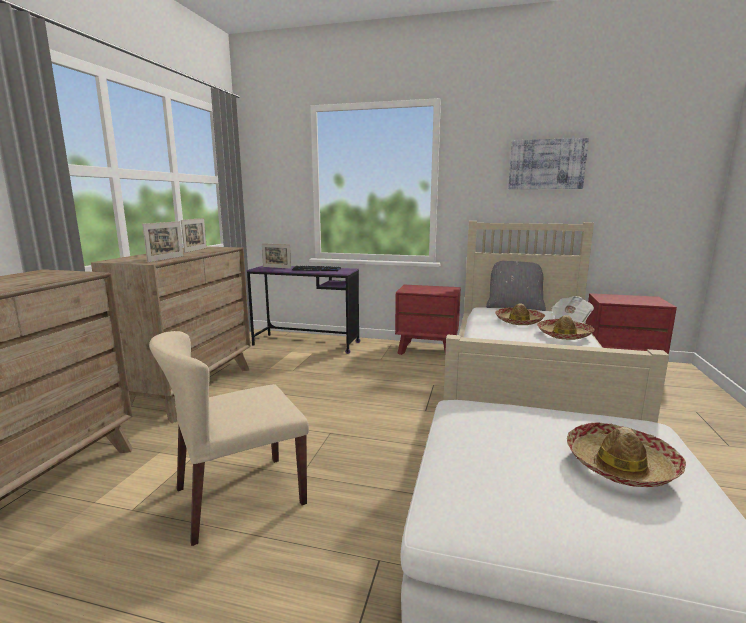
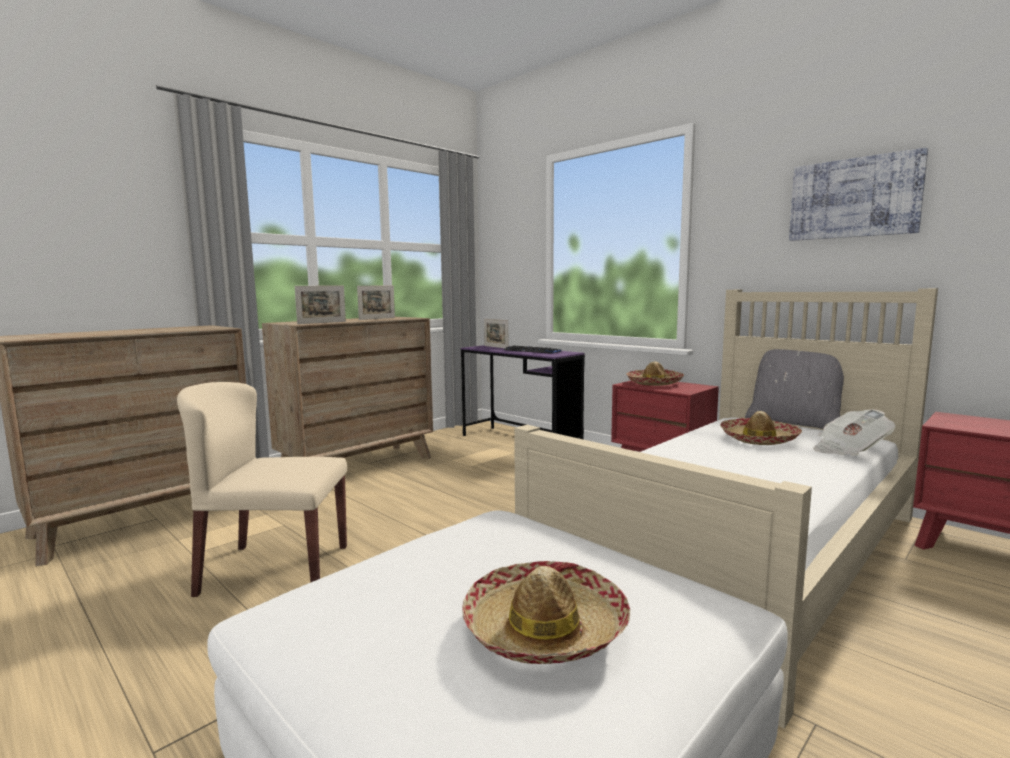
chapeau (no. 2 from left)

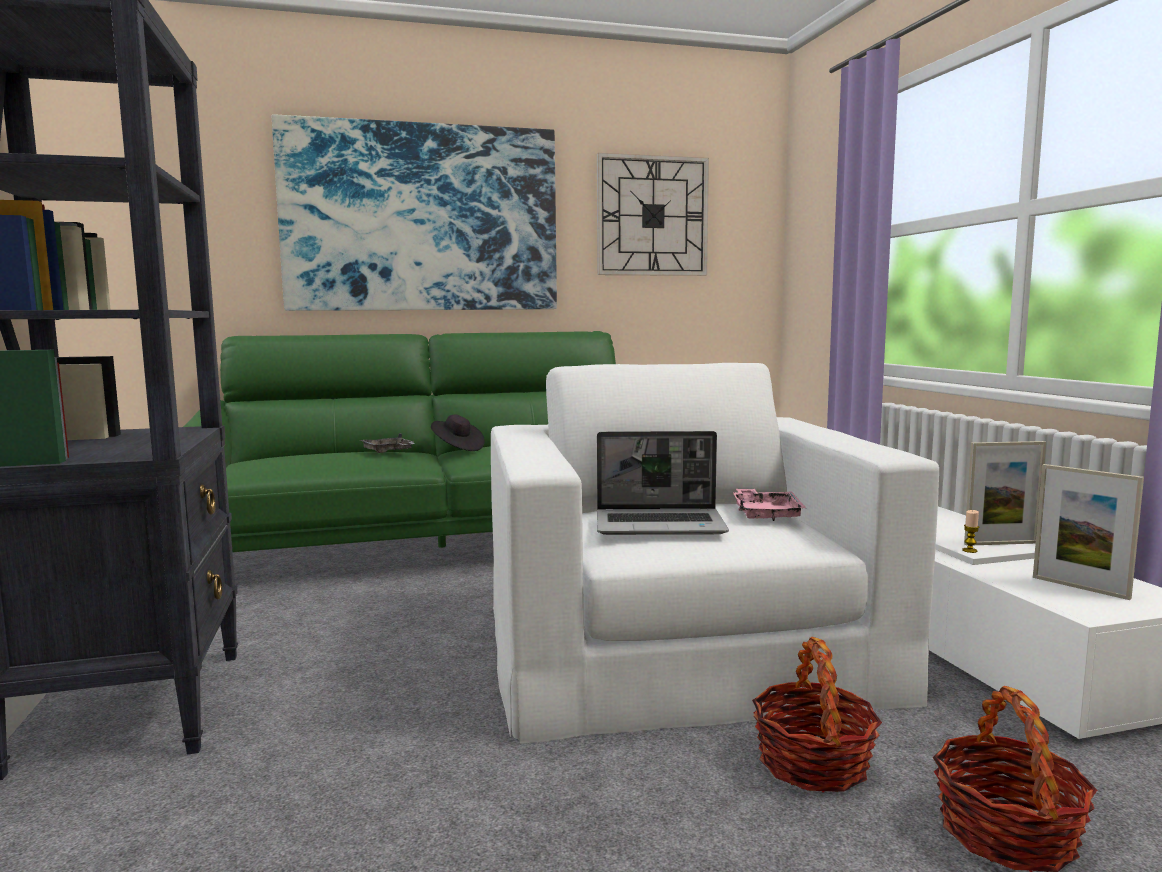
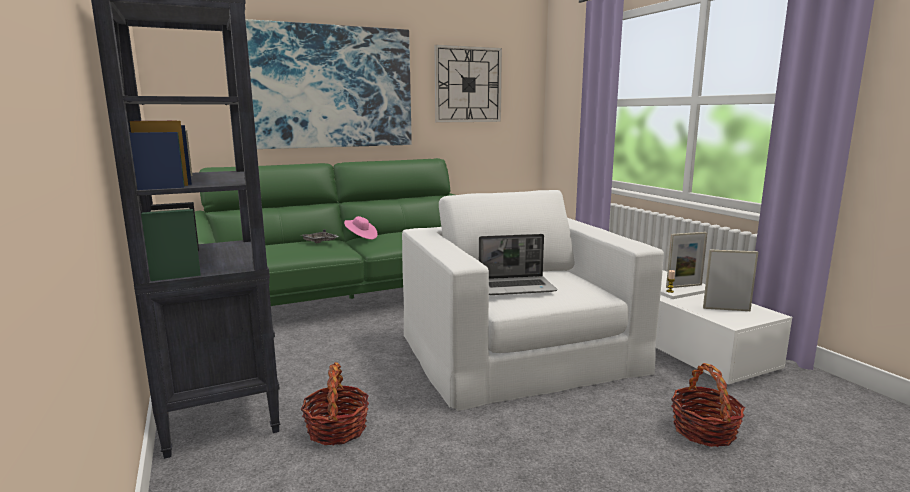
chapeau [rose]; cadre photo (no. 2 from left); plateau [rose]; panier (no. 1 from left)

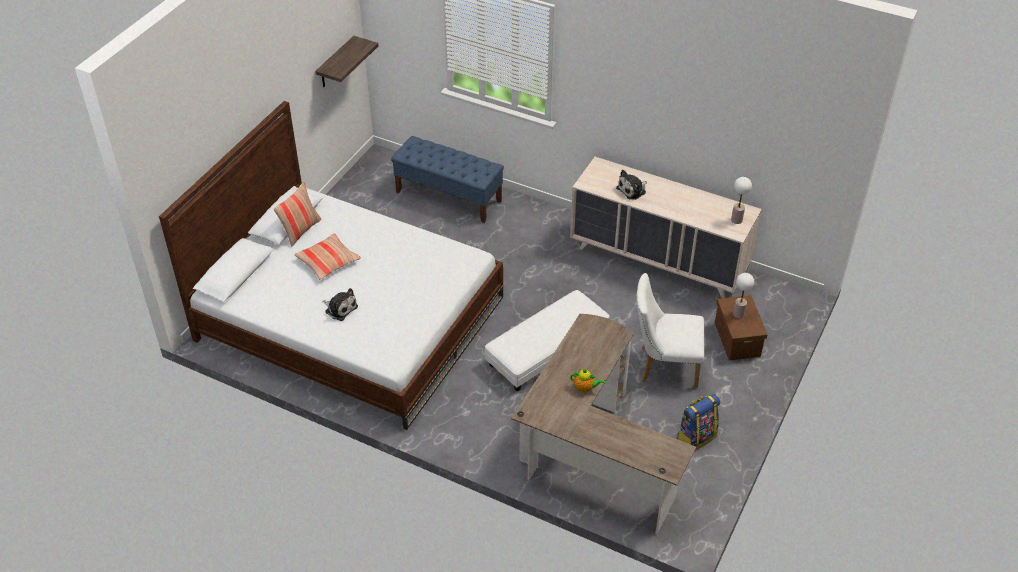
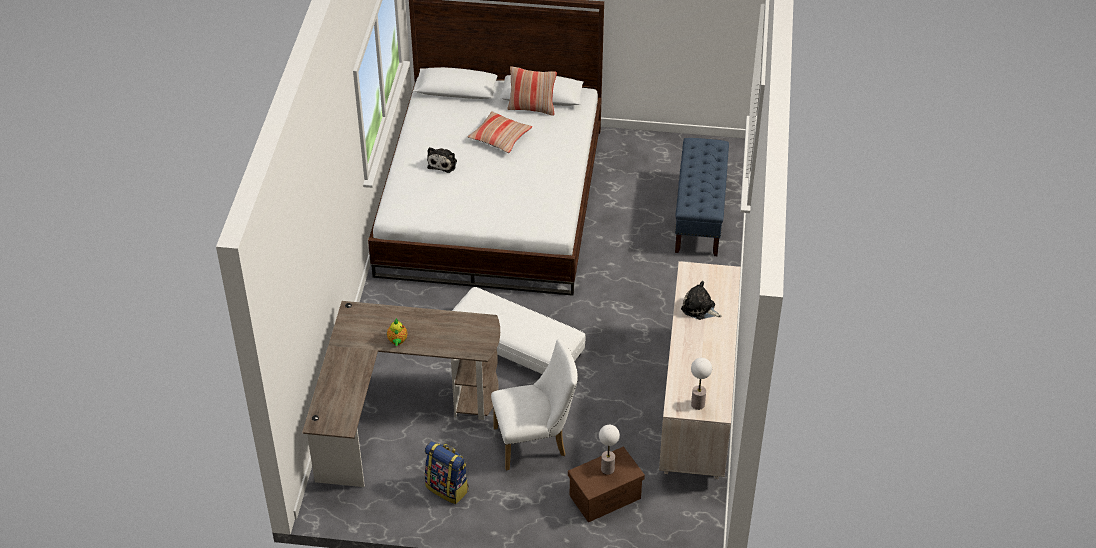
étagère; chaise [blanc]

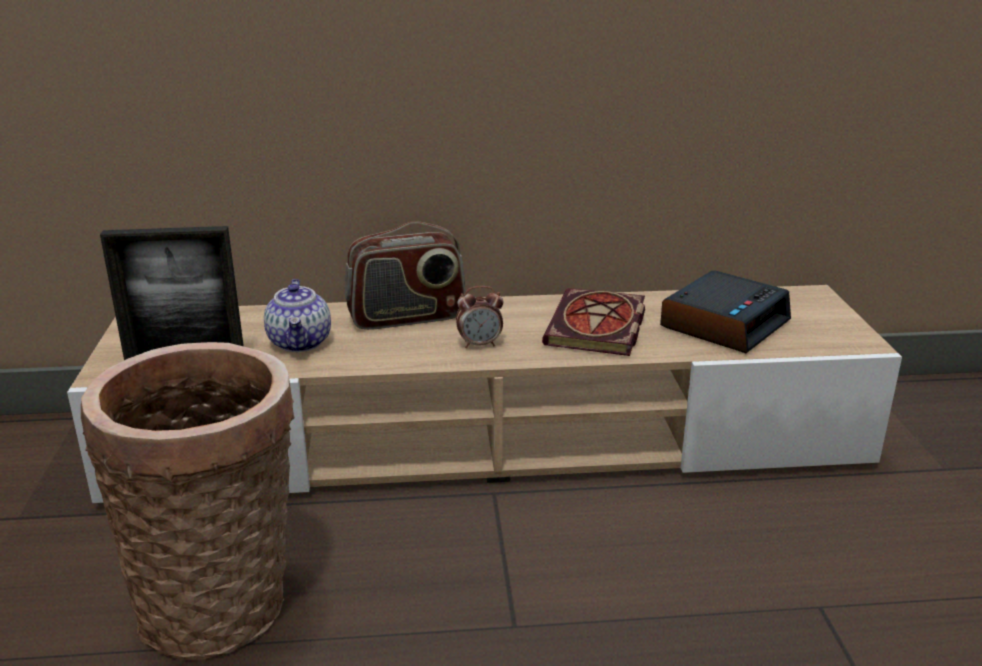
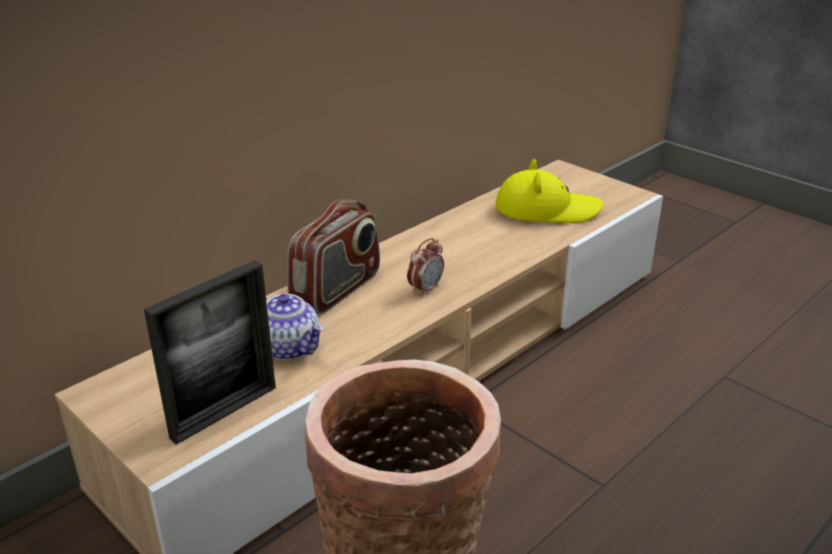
chapeau [jaune]; livre

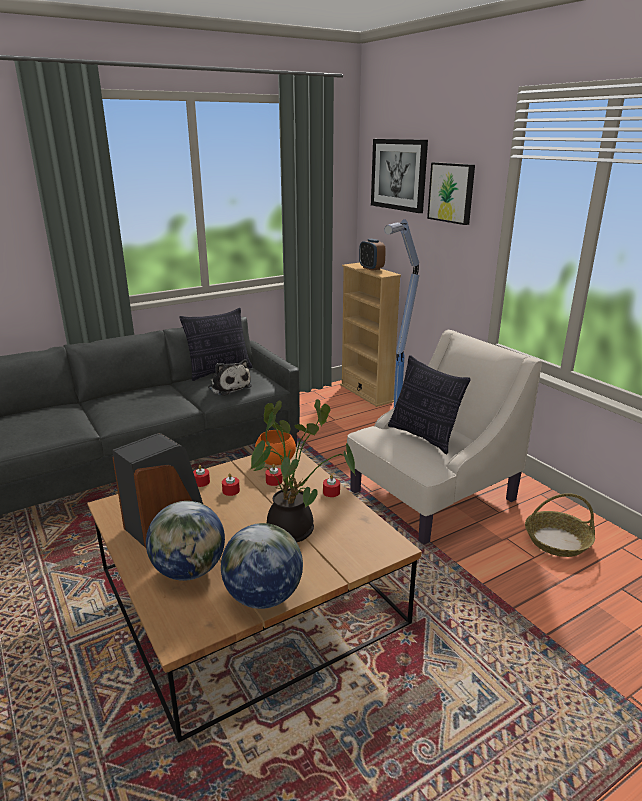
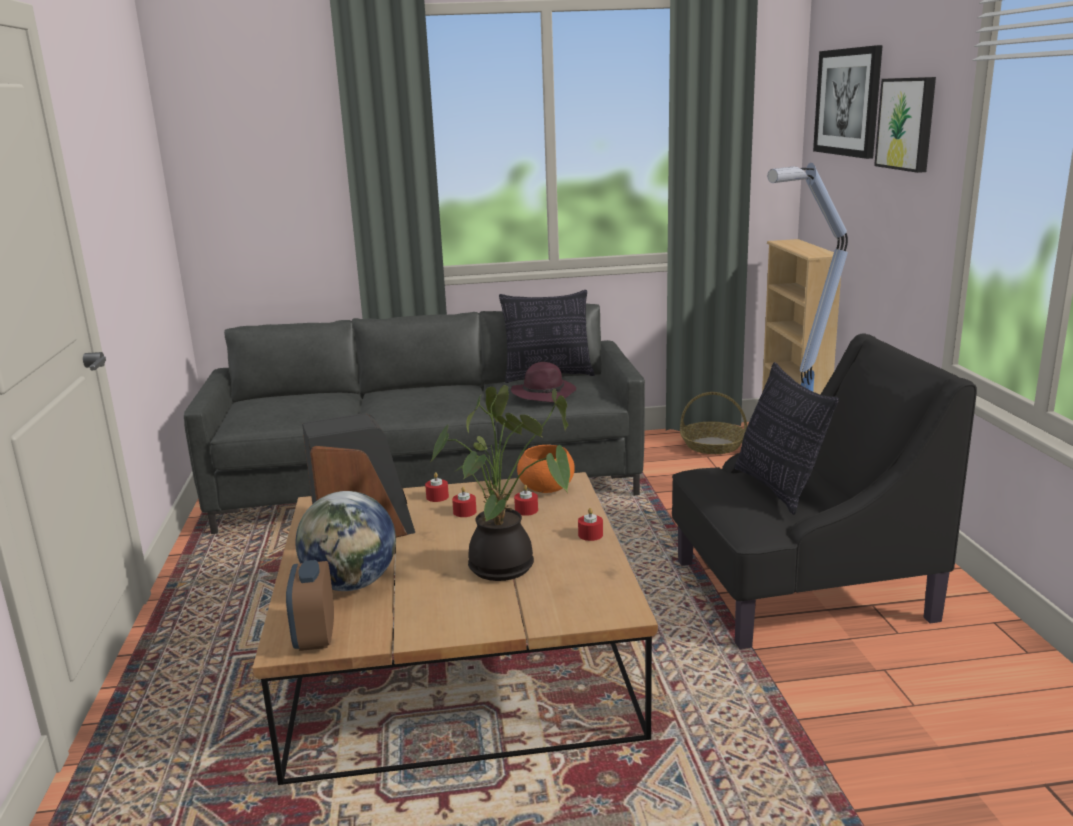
réveil; fauteuil [noir]; chapeau [violet]; panier; globe (no. 2 from left in the first image)

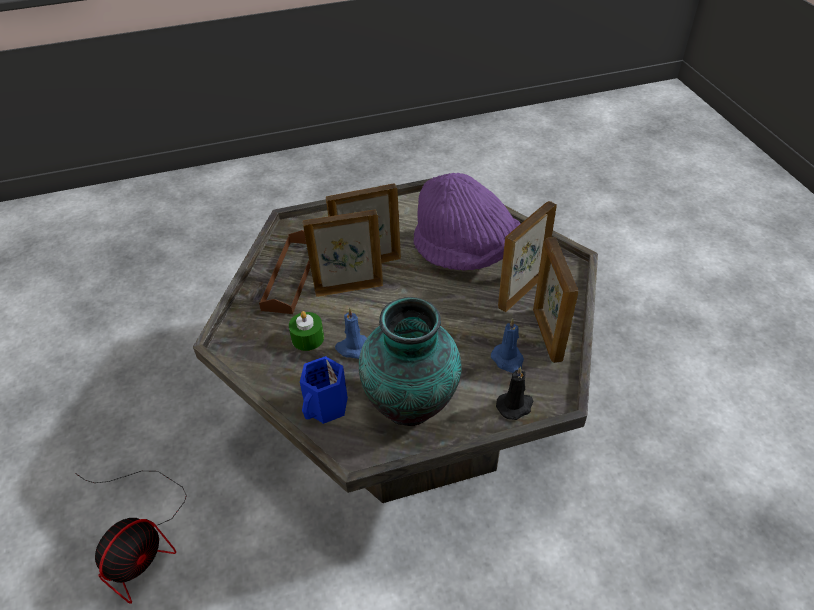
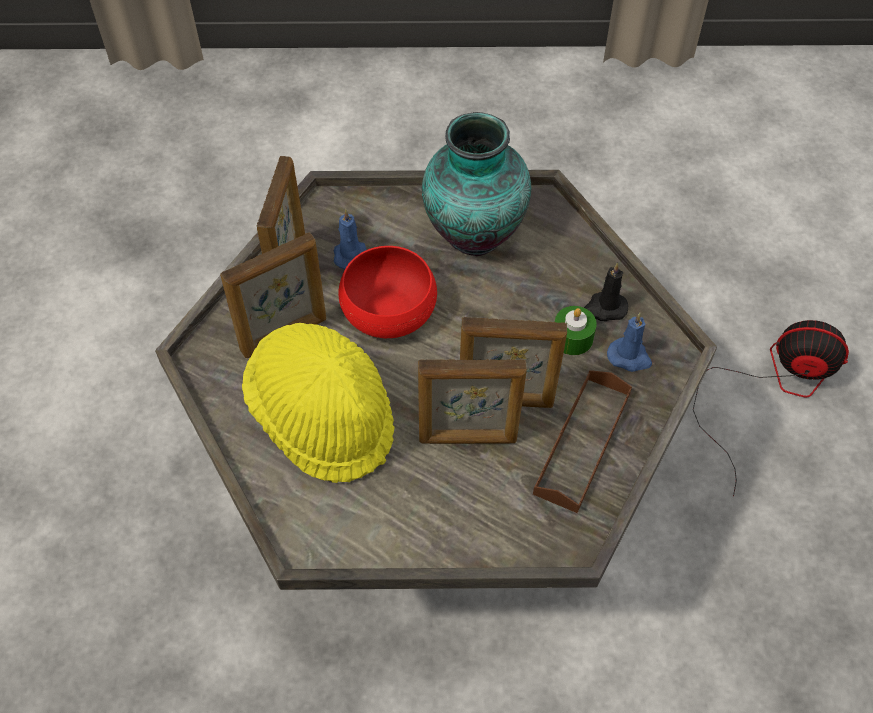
chapeau [jaune]; bougie [bleu] (no. 2 from left); mug [bleu]; bougie [noir]; ventilateur; bol [rouge]

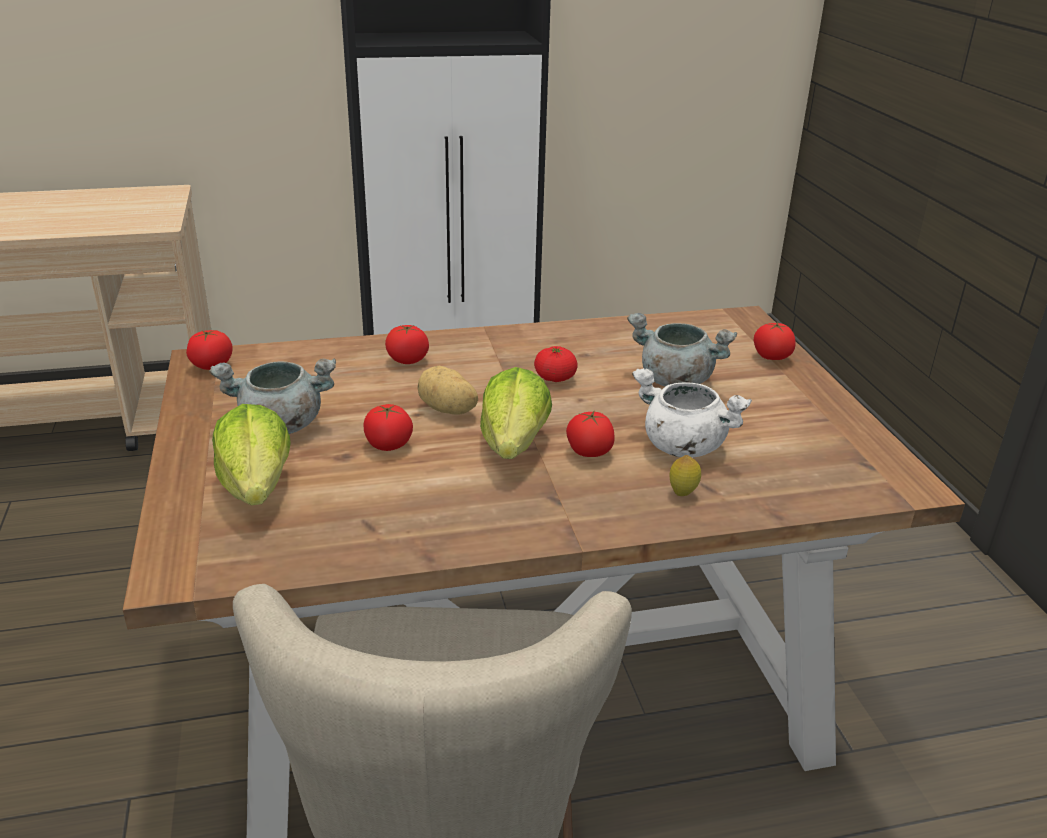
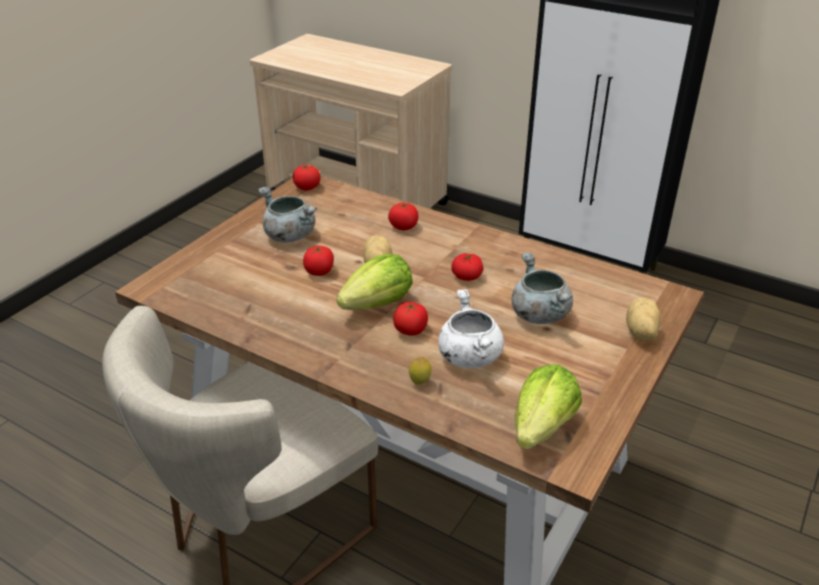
pomme de terre (no. 2 from left); laitue (no. 2 from left)

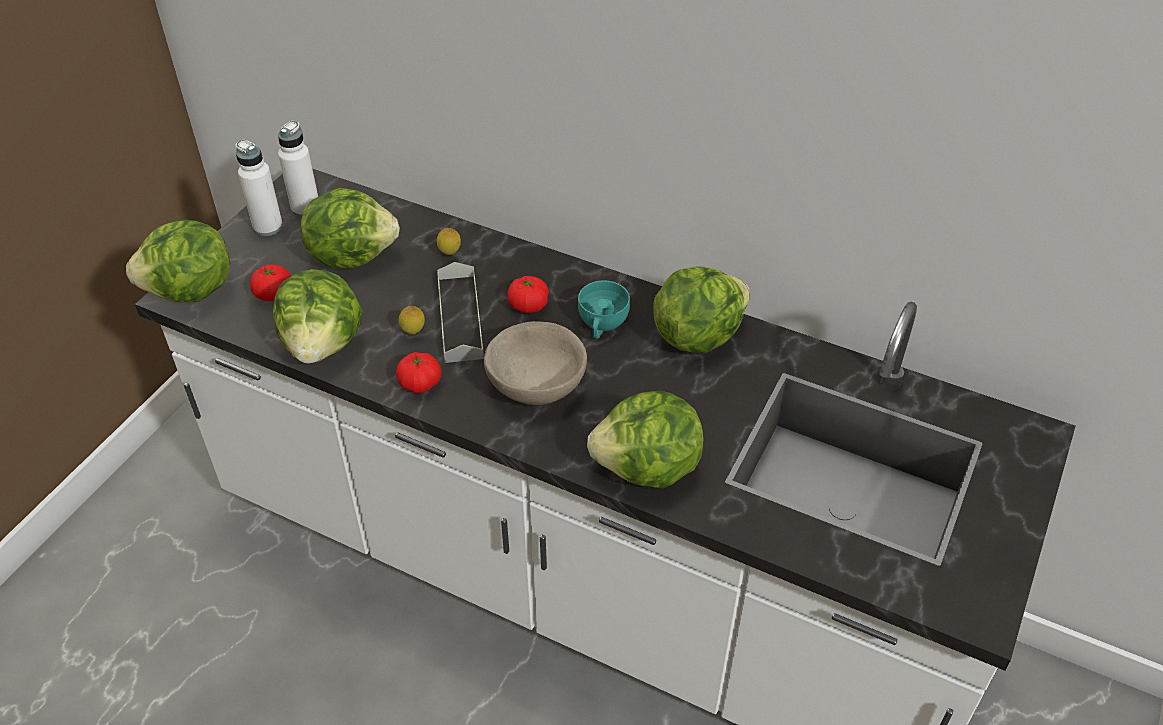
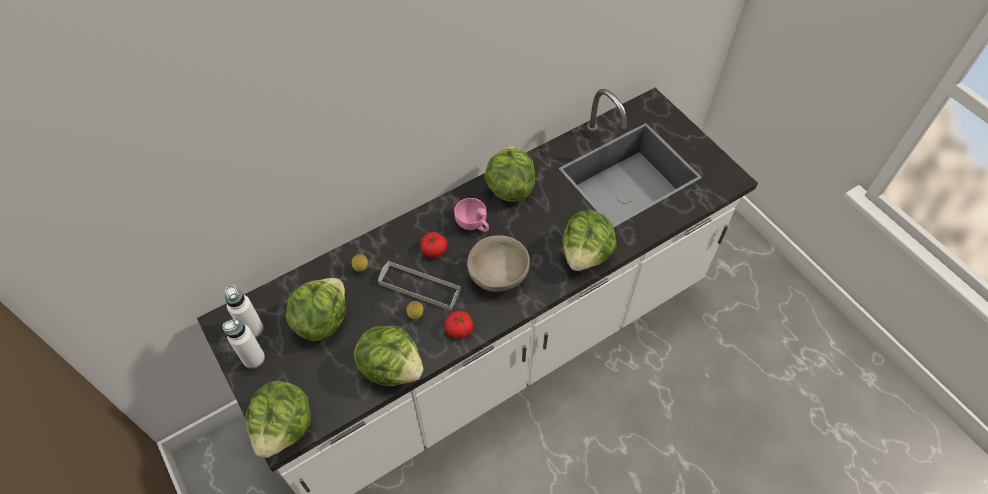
tomate (no. 1 from left in the first image); tasse [rose]

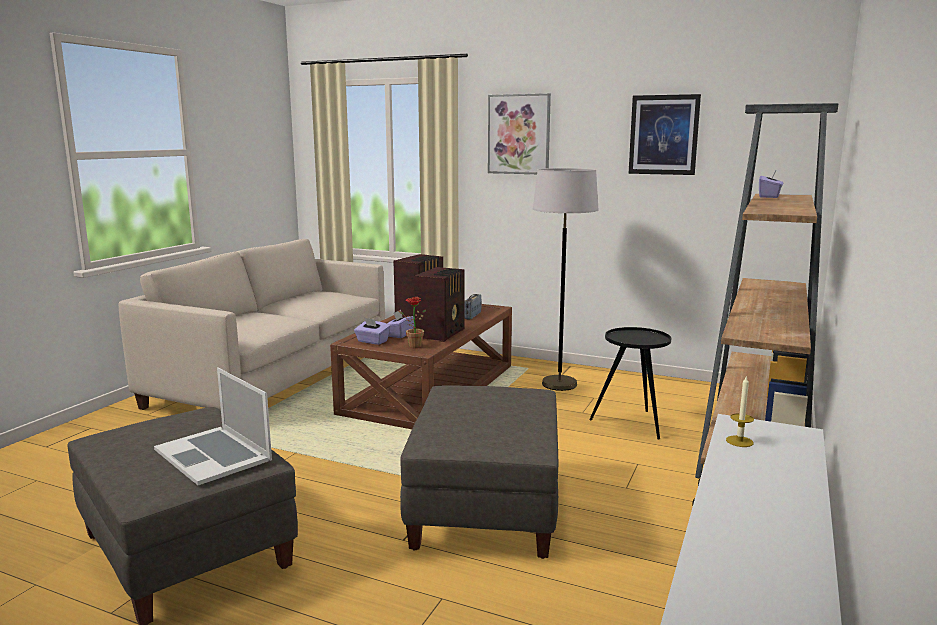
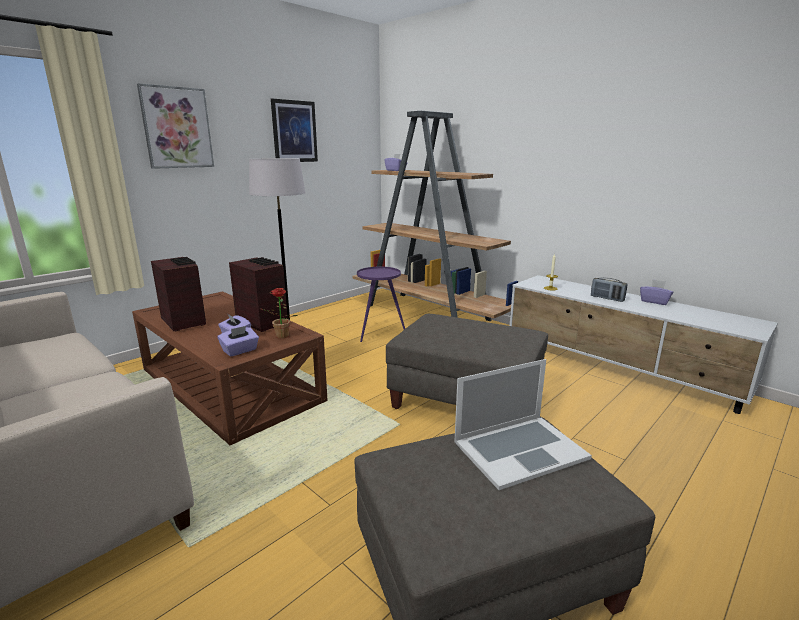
radio (no. 3 from left); table d'appoint [violet]; boîte à mouchoirs [violet] (no. 4 from left)

